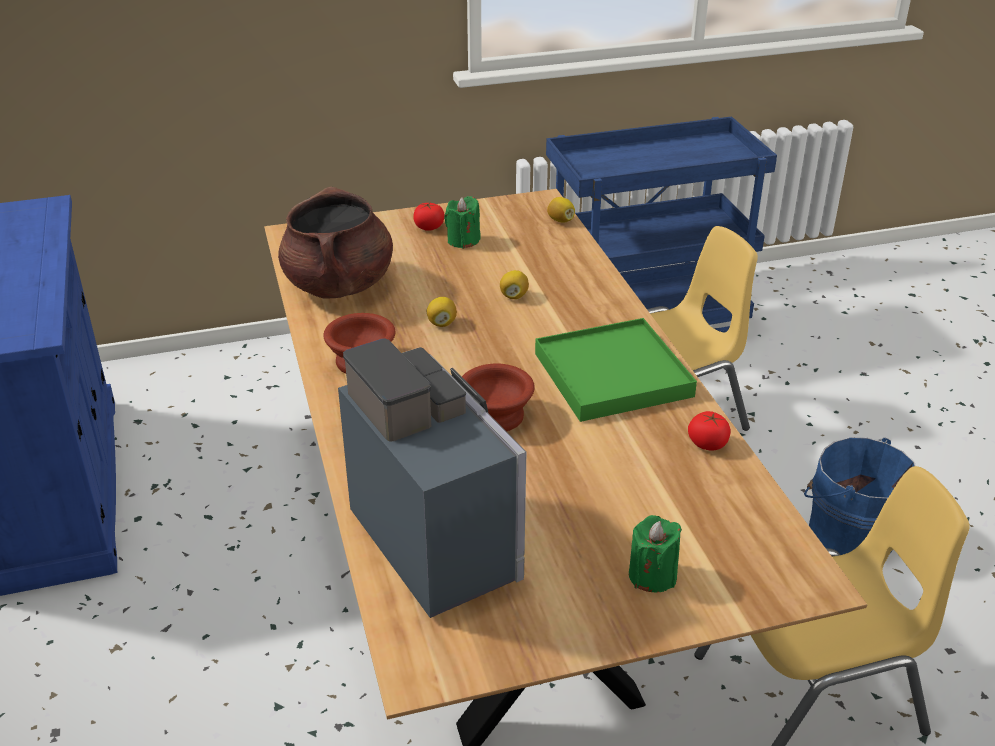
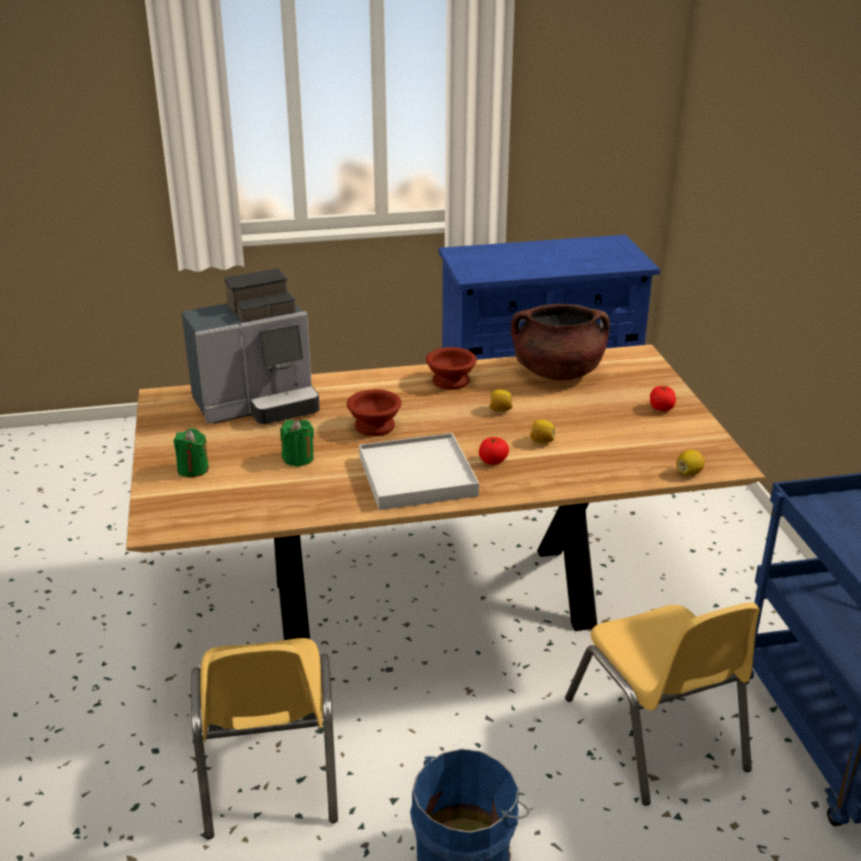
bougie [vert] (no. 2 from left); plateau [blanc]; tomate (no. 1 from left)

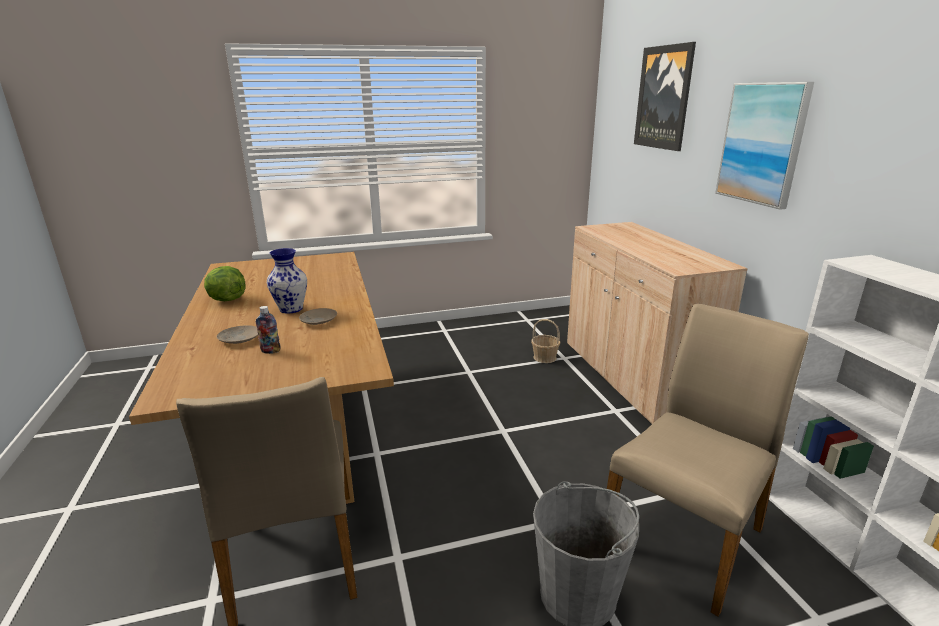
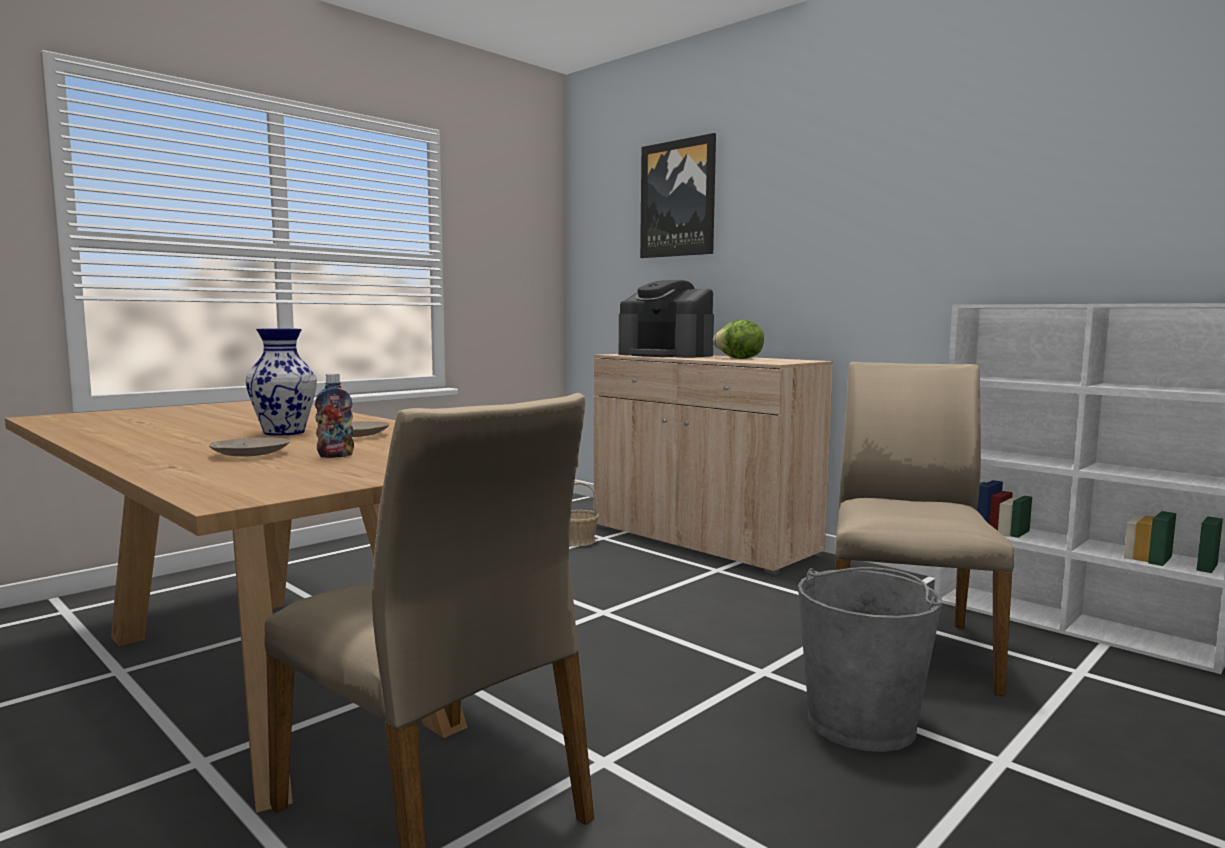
tableau (no. 2 from left in the first image); laitue; machine à café

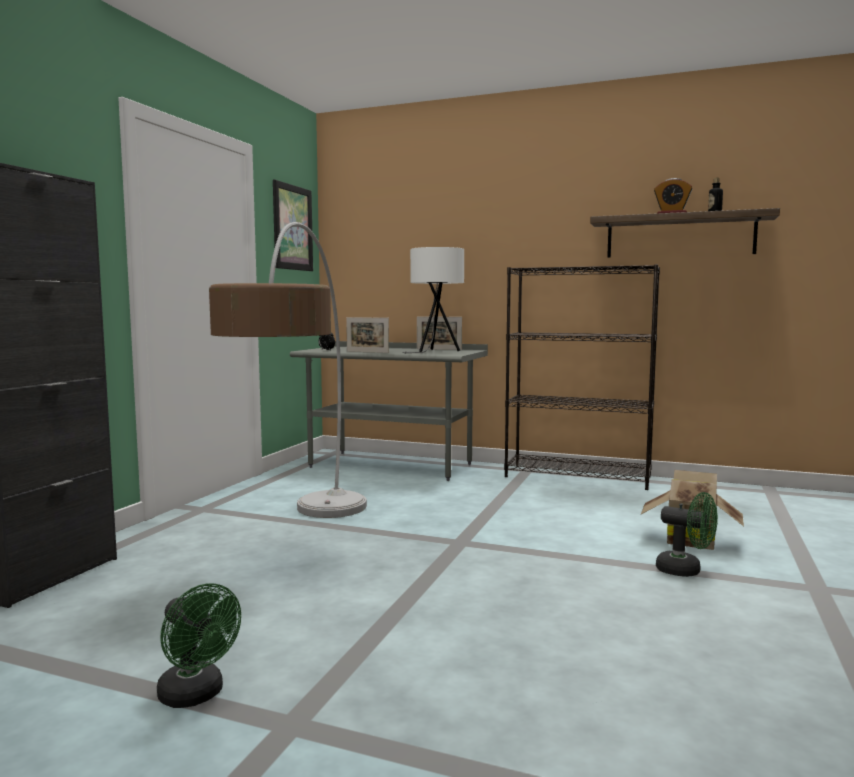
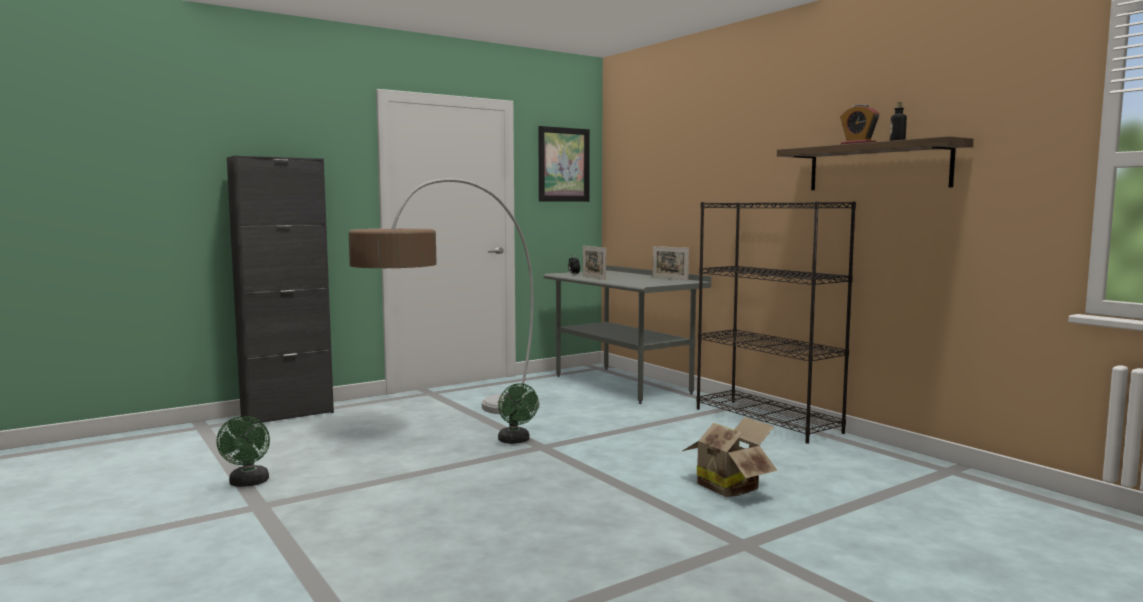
lampe de table [blanc]; ventilateur [vert] (no. 2 from left)

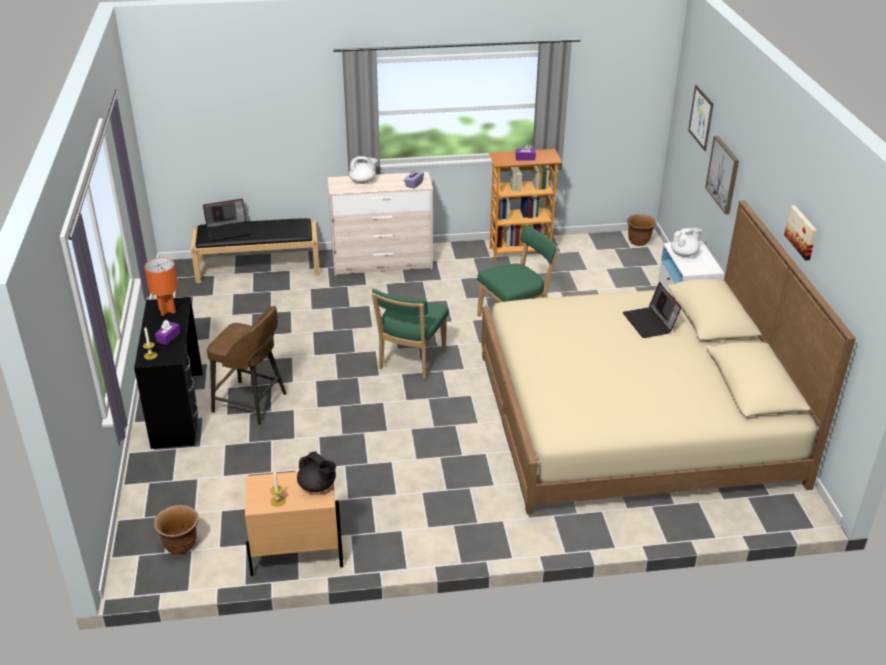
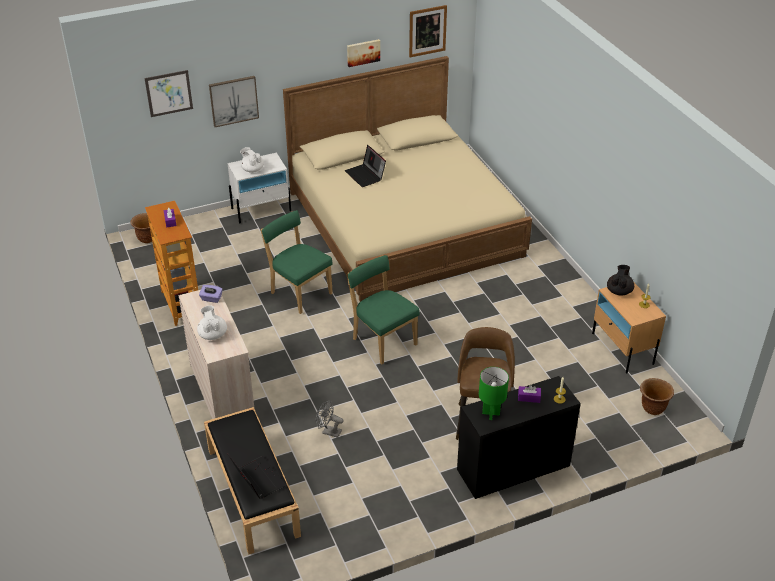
lampe de table [vert]; ordinateur portable (no. 2 from left); chaise [vert] (no. 2 from left); tableau (no. 4 from left); ventilateur [gris]

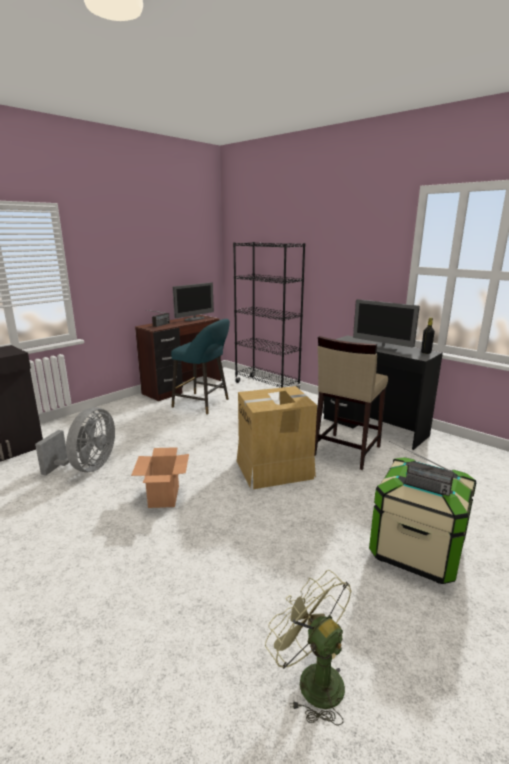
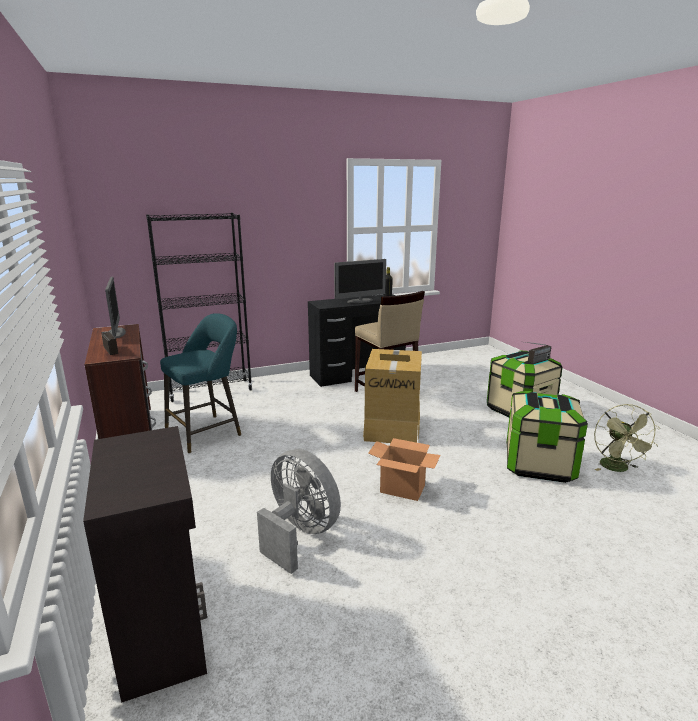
ventilateur [vert]; boîte de rangement (no. 2 from left)

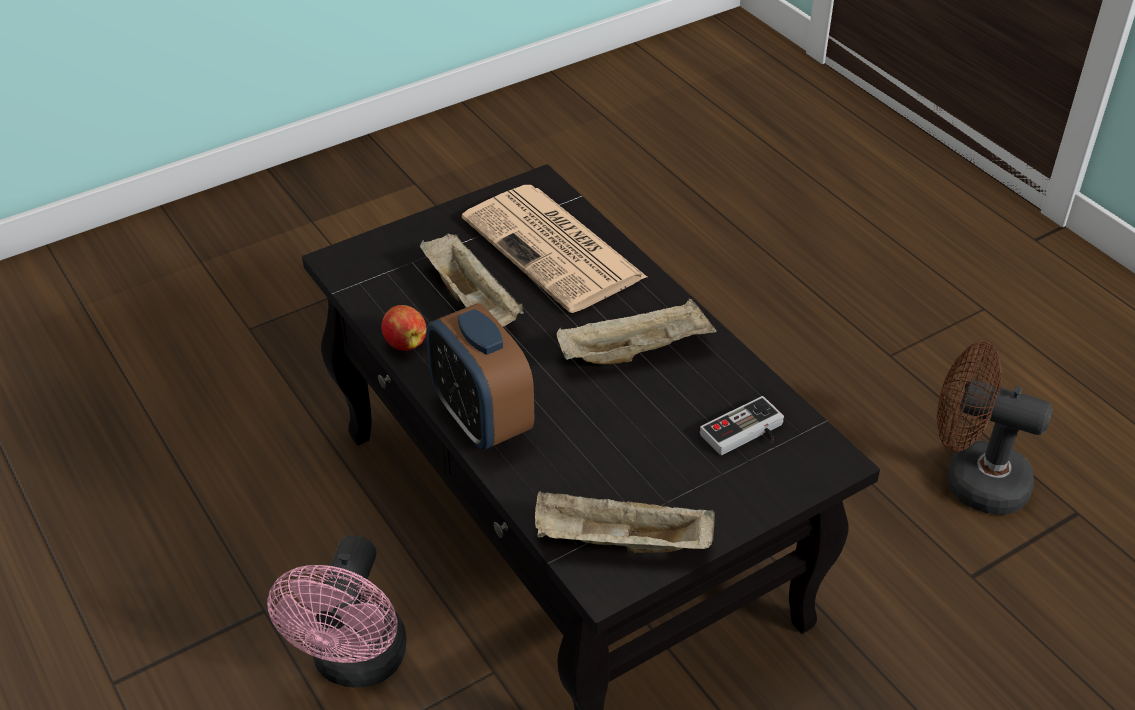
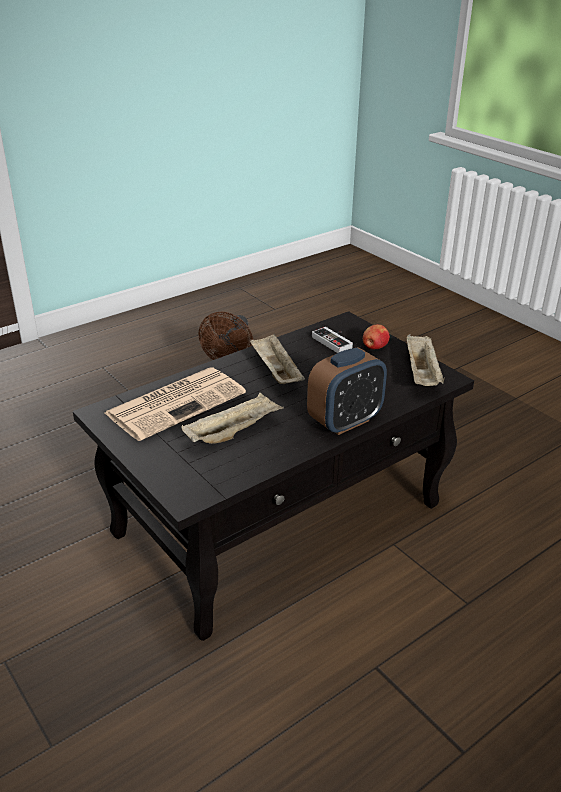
pomme; ventilateur [rose]

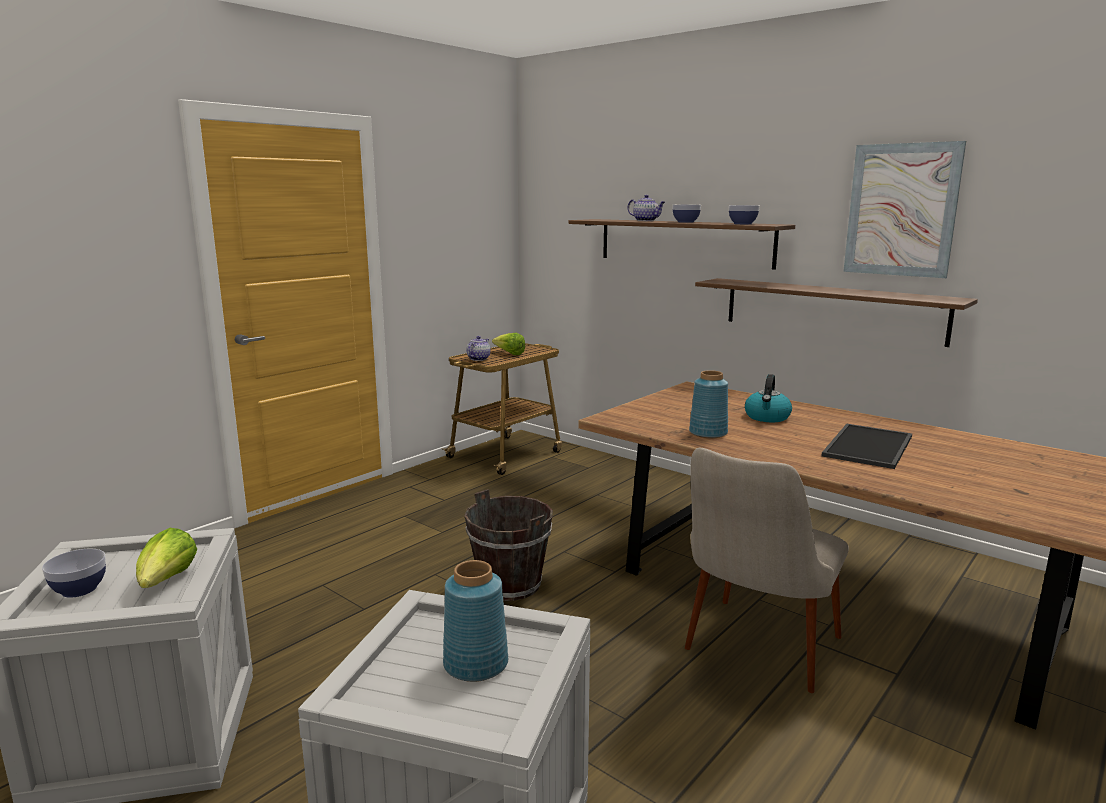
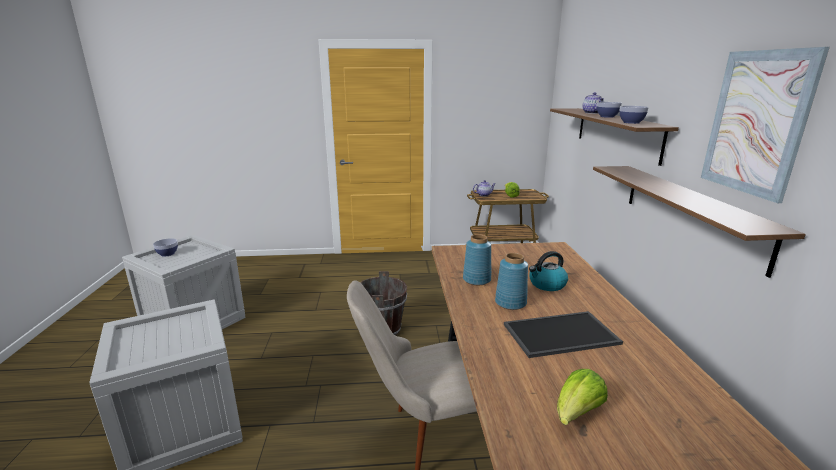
laitue (no. 2 from left); vase [bleu] (no. 2 from left)

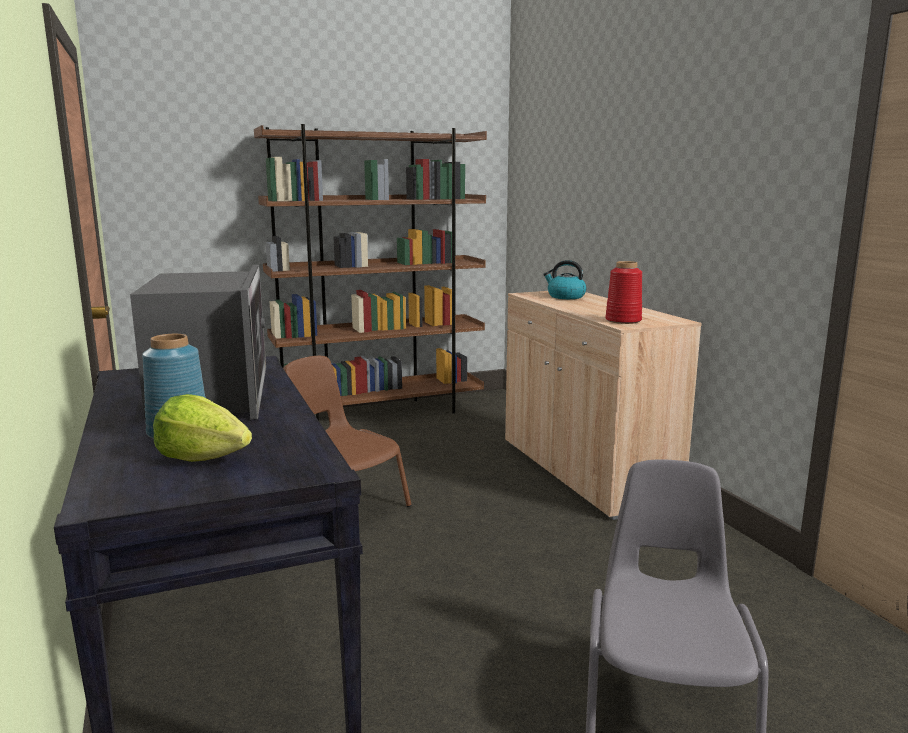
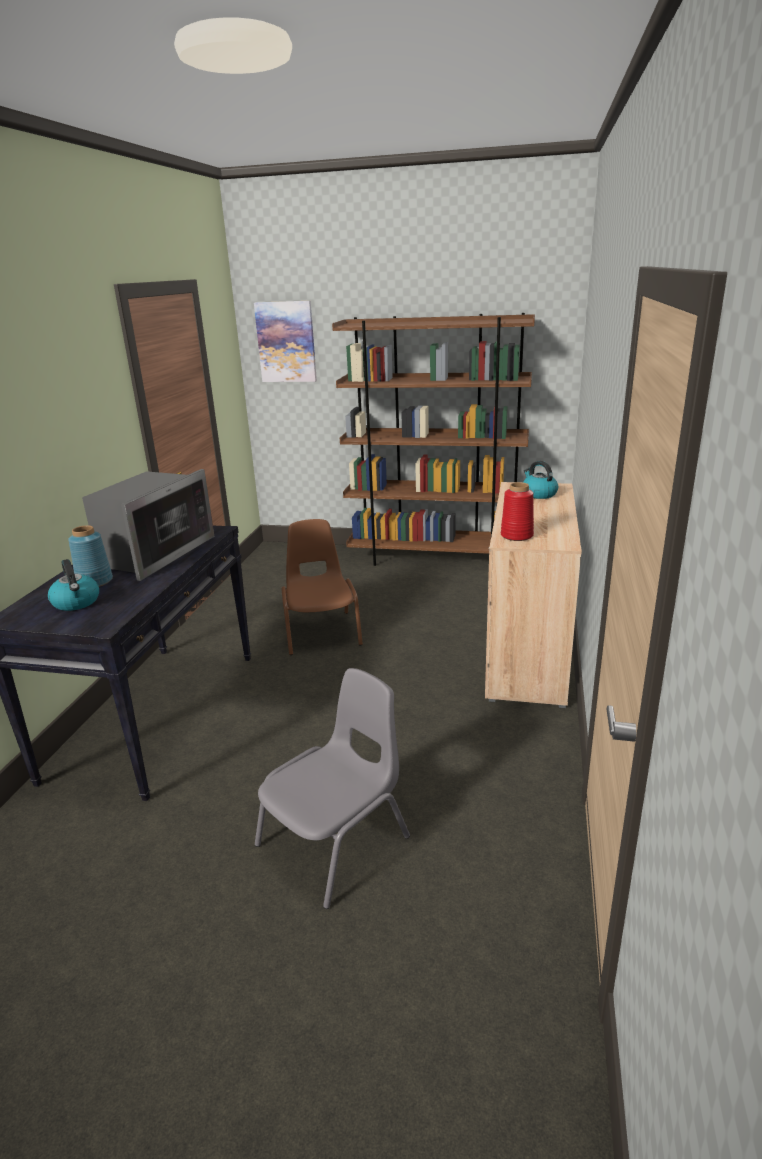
bouilloire (no. 1 from left); tableau

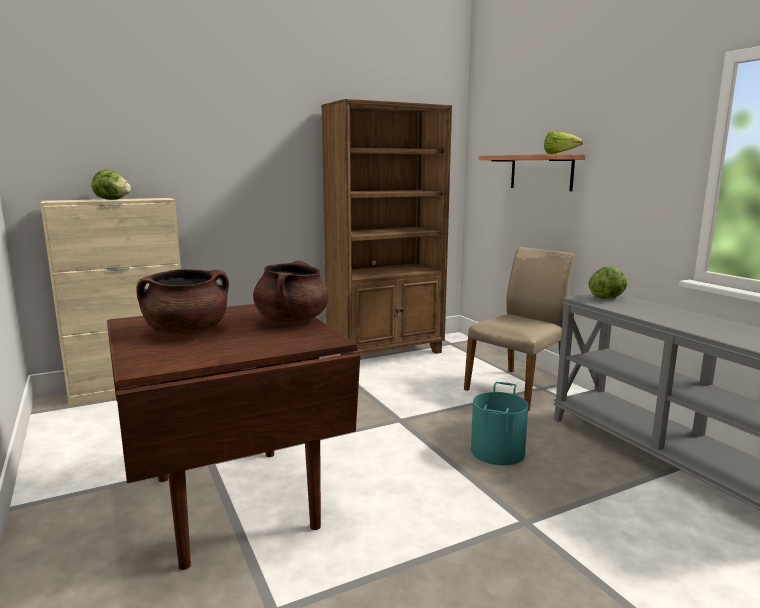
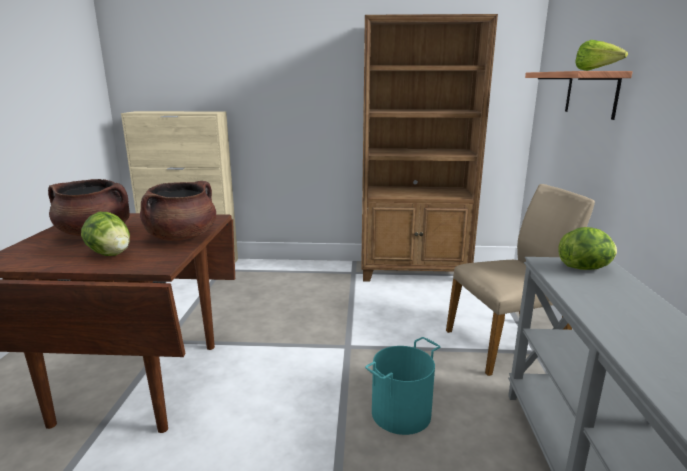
laitue (no. 1 from left)

